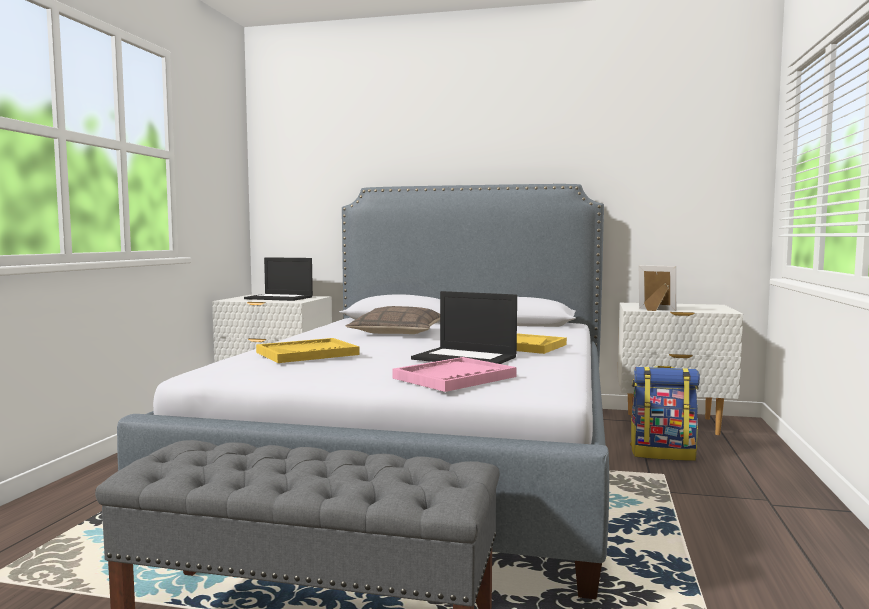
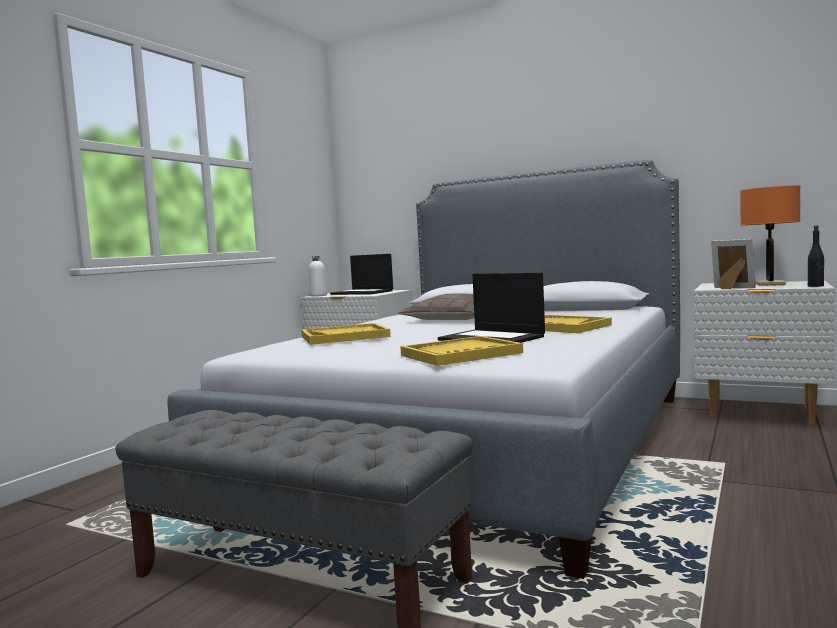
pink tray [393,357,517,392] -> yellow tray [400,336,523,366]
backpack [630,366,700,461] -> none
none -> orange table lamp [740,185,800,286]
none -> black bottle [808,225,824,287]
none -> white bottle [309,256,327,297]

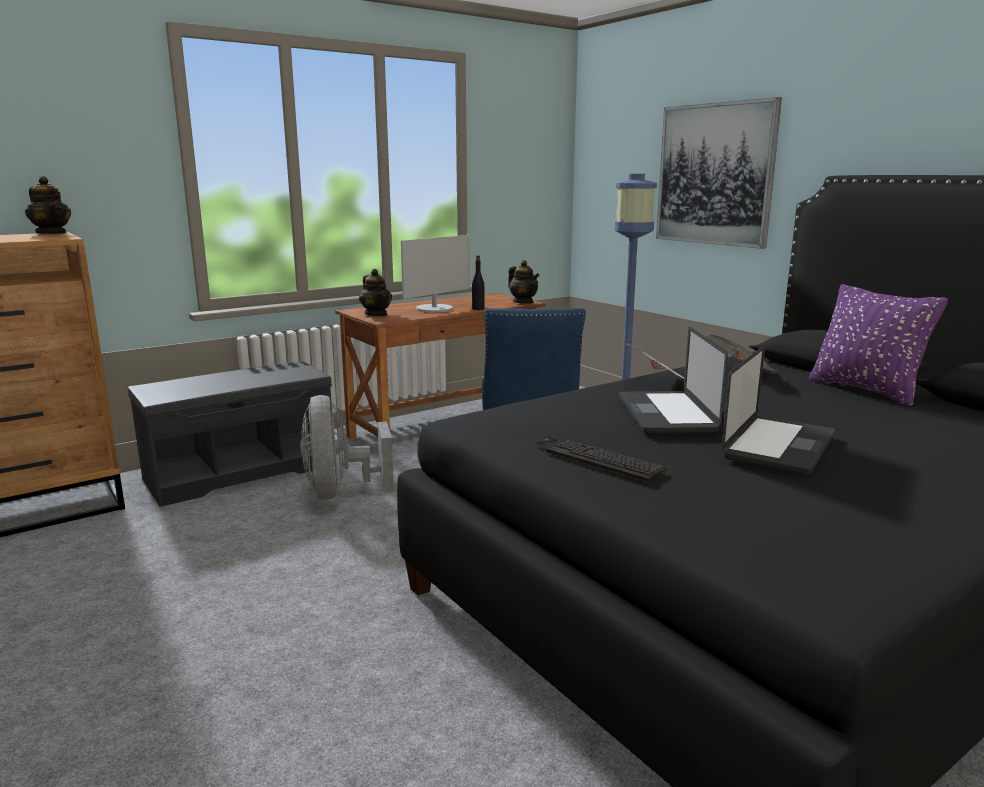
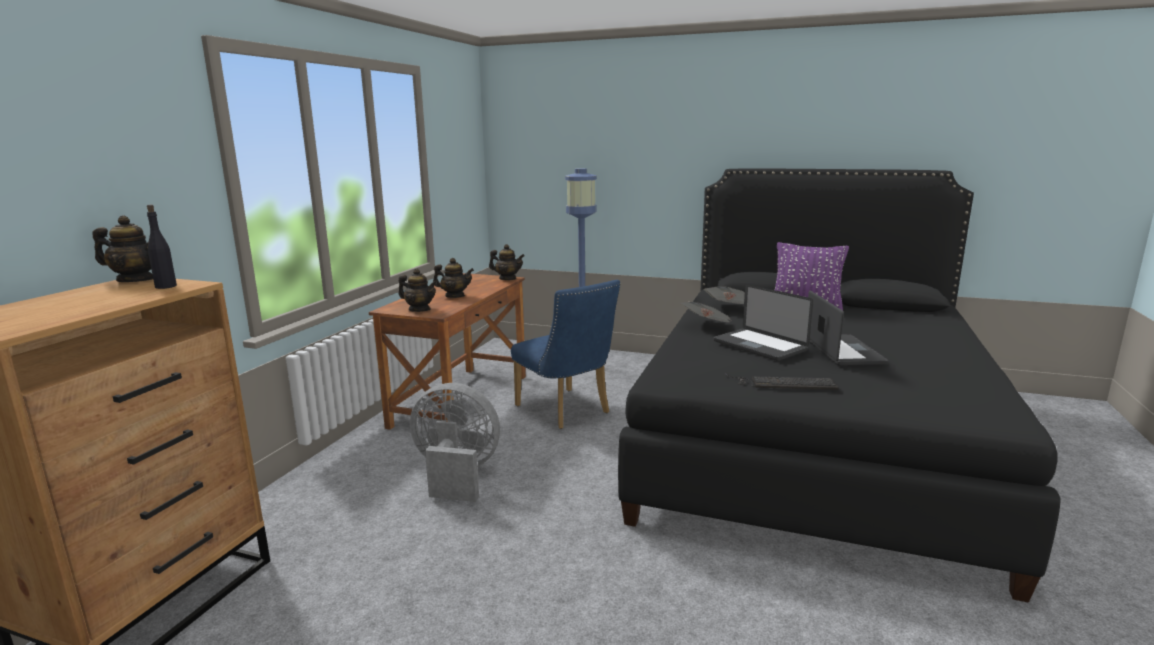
picture [656,97,782,249] -> none
monitor [401,235,470,313] -> teapot [433,258,474,298]
black bottle [472,256,484,310] -> black bottle [147,205,177,289], move
grey bench [128,361,334,507] -> none
grey fan [300,395,394,499] -> grey fan [410,383,500,502], 150 degrees clockwise

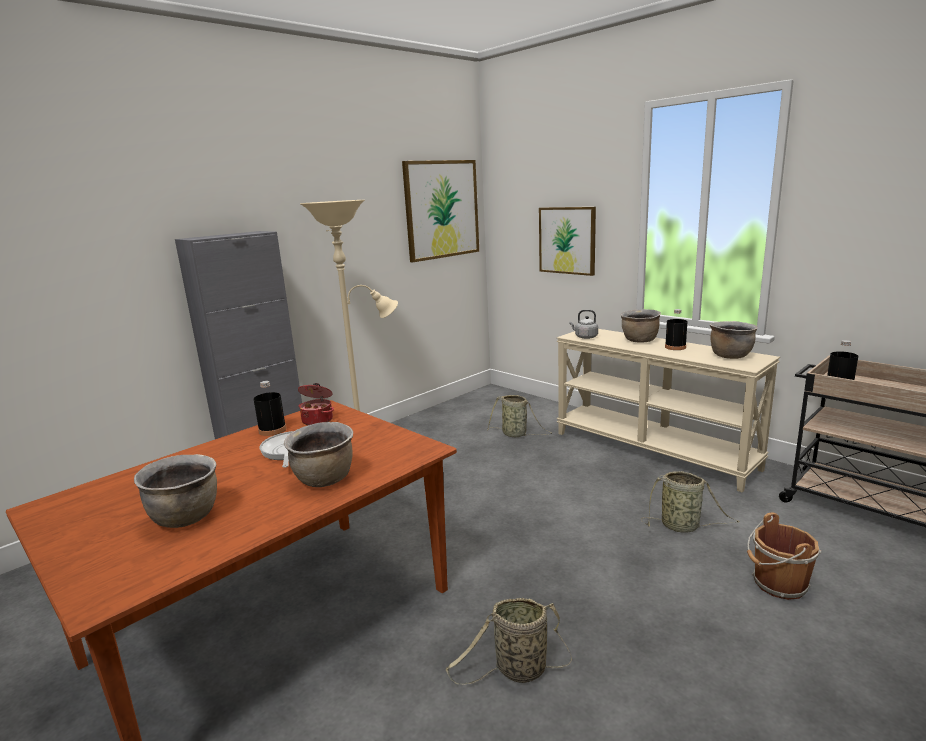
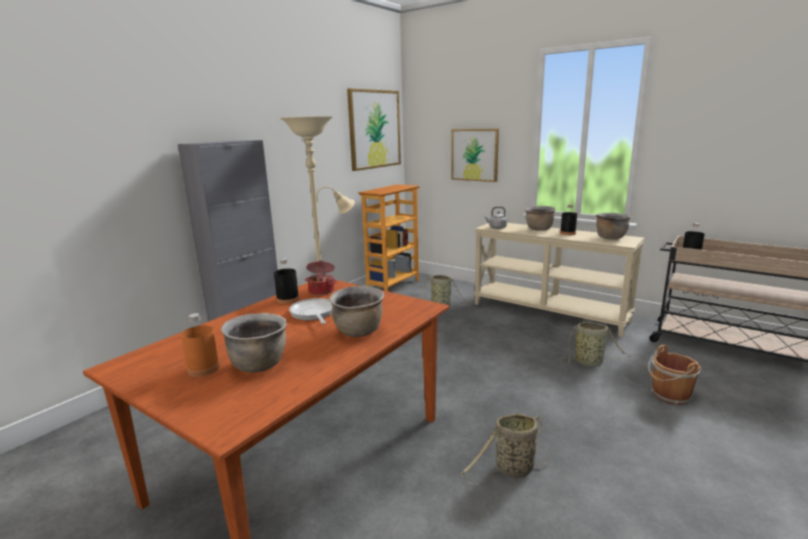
none -> bookcase [358,184,420,291]
none -> orange bottle [181,313,220,377]

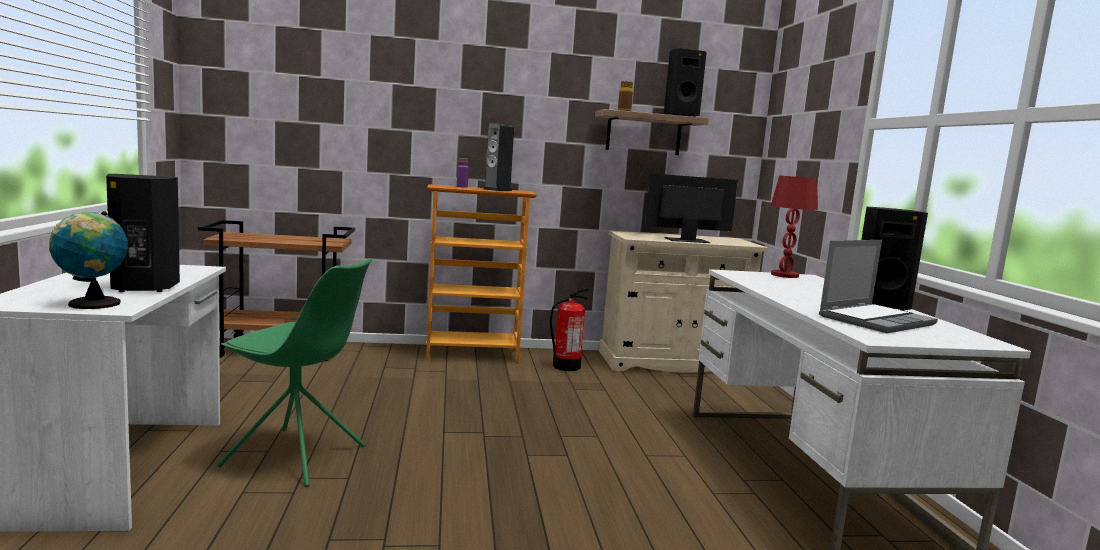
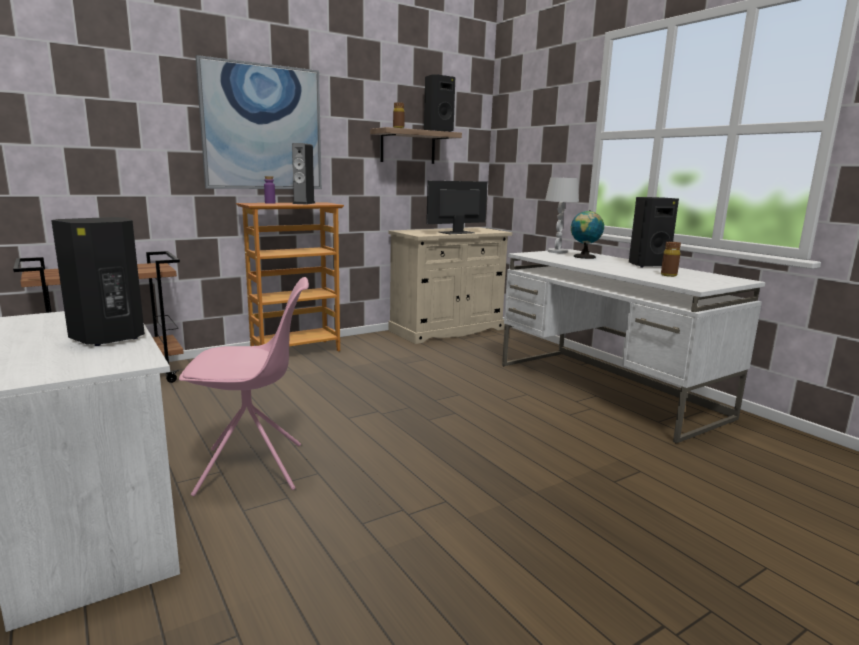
red table lamp [771,176,818,278] -> white table lamp [545,177,579,253]
globe [49,211,128,309] -> globe [571,210,604,259], move
laptop [819,240,938,333] -> brown bottle [661,242,681,277]
green chair [217,258,372,487] -> pink chair [179,277,309,496]
fire extinguisher [550,289,589,371] -> none
none -> picture [195,55,322,189]

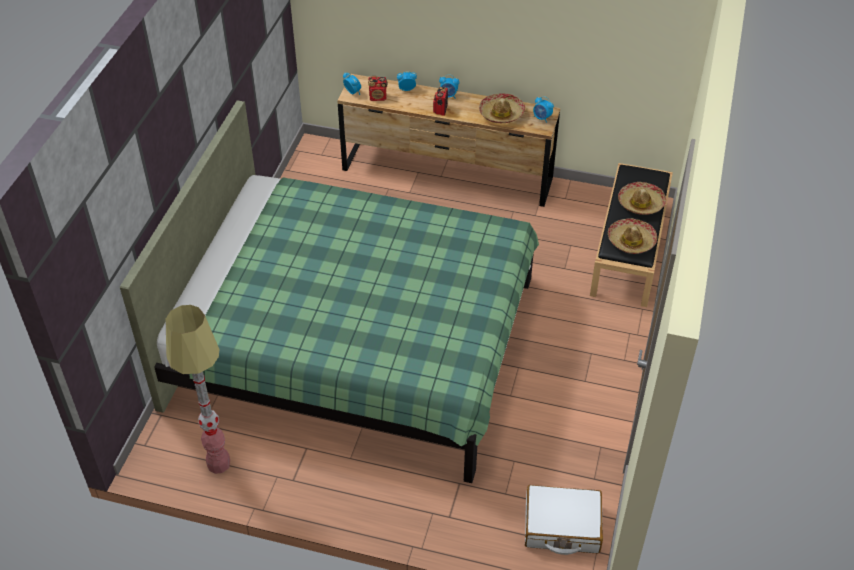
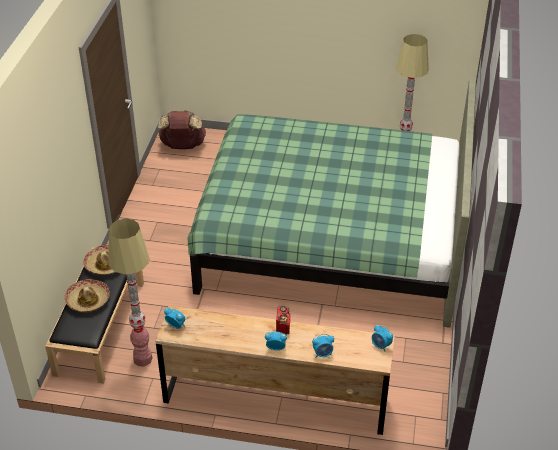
radio [368,76,387,101] -> none
hat [479,93,525,123] -> none
white suitcase [525,485,603,555] -> brown backpack [158,110,206,149]
none -> floor lamp [108,218,152,367]

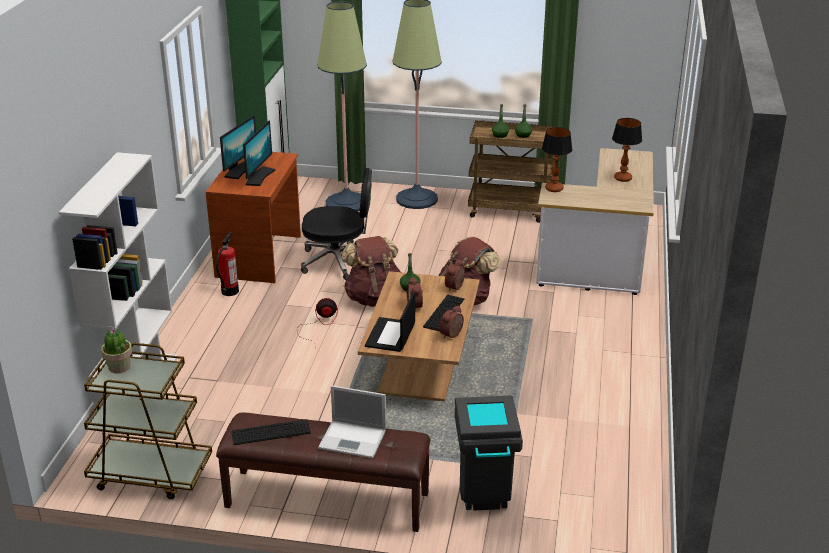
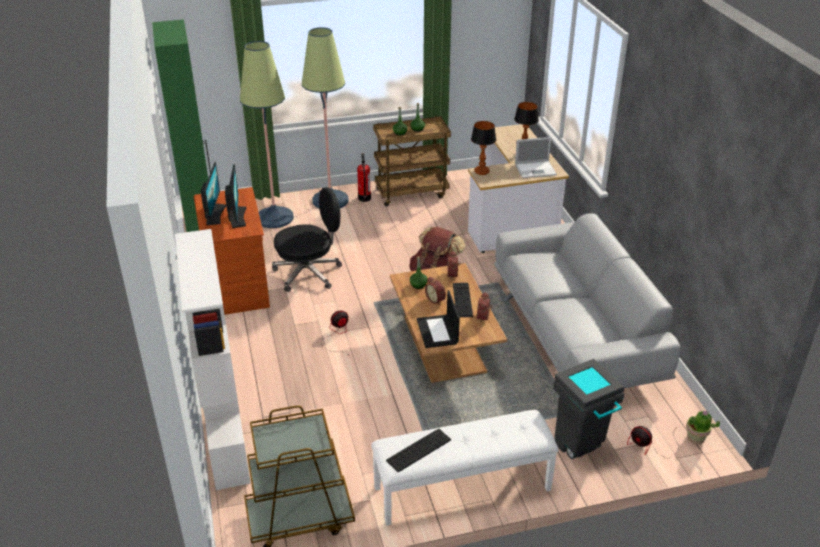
fire extinguisher [216,232,239,296] -> fire extinguisher [357,153,371,202], move
brown backpack [341,236,401,307] -> none
potted plant [101,328,132,373] -> potted plant [686,410,720,444], move
laptop [318,385,386,458] -> laptop [515,137,557,178], move
brown bench [216,412,430,532] -> white bench [371,410,558,526]
none -> grey sofa [494,213,680,388]
none -> fan [627,426,679,458]

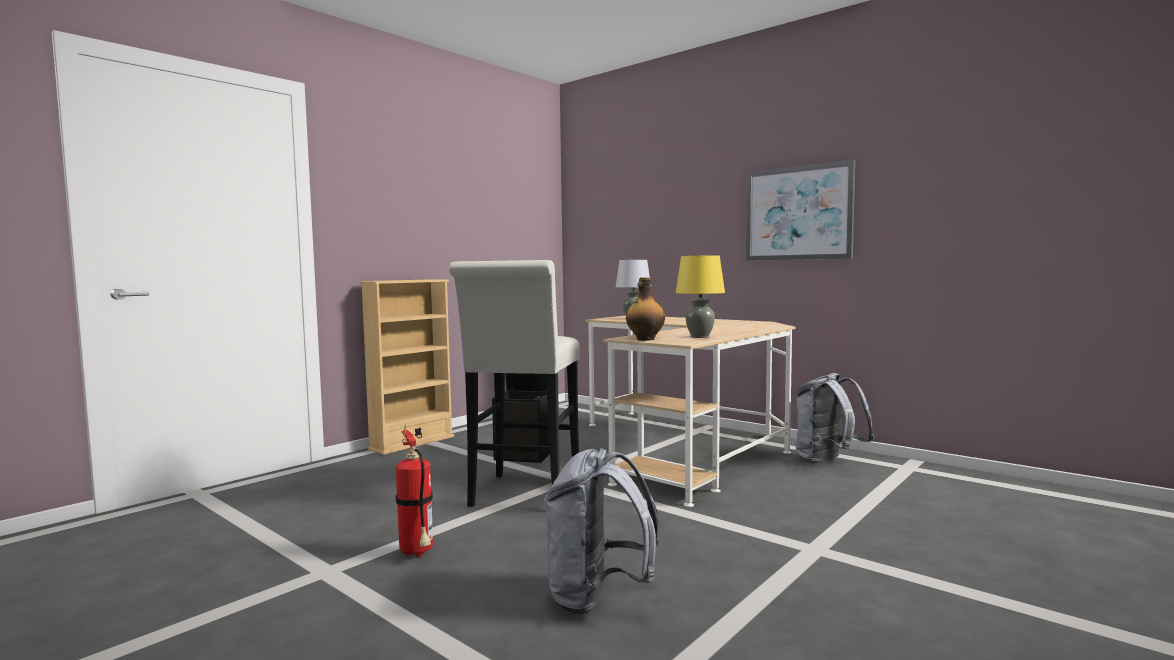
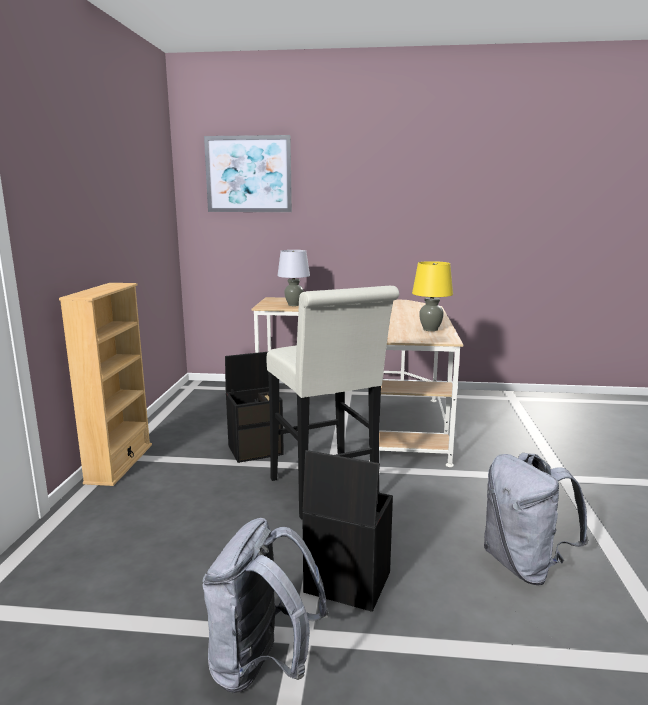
picture [746,160,855,261] -> picture [204,135,292,212], move
bottle [626,277,665,341] -> none
grey backpack [796,373,875,463] -> grey backpack [202,518,329,693], move
fire extinguisher [396,425,433,557] -> black storage box [302,450,393,612]

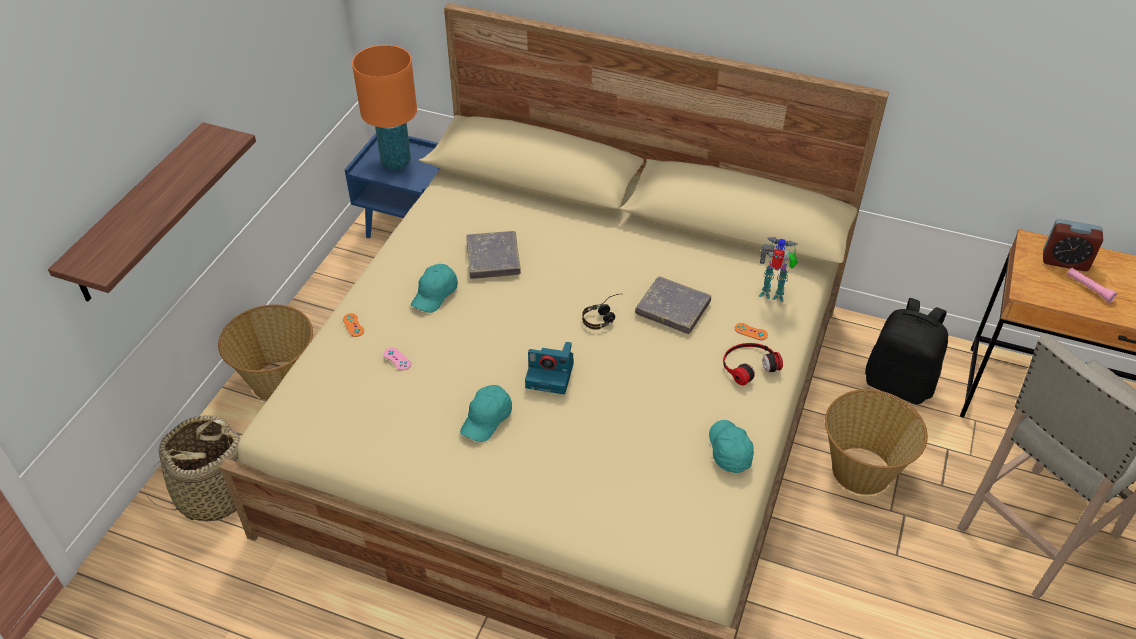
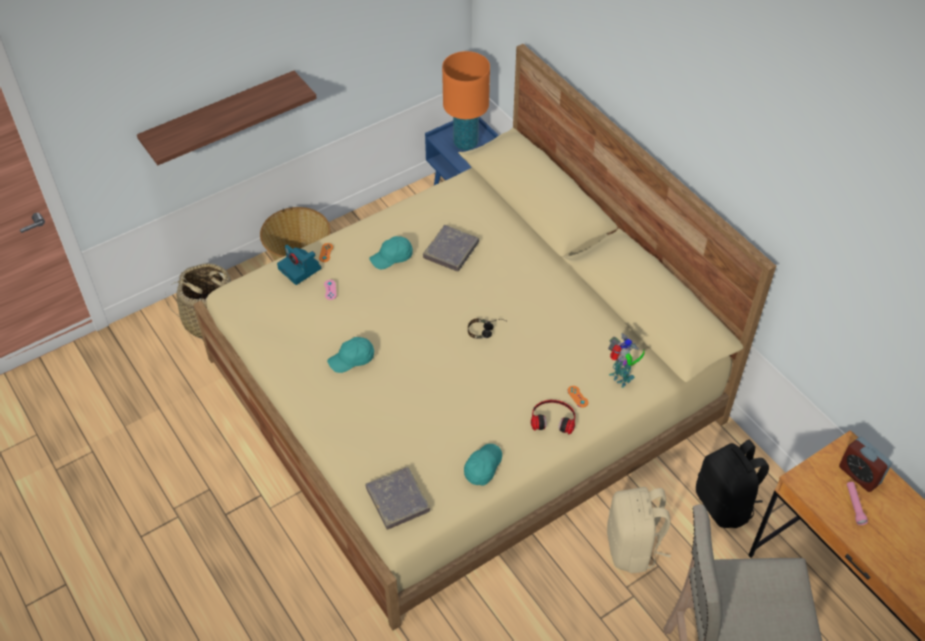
grey book [635,276,711,334] -> grey book [366,467,430,530], move
photo camera [525,342,574,394] -> photo camera [277,244,321,285], move
basket [825,389,928,495] -> beige backpack [607,487,671,573]

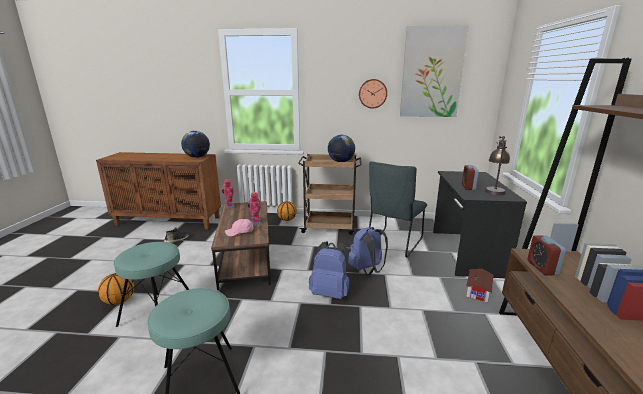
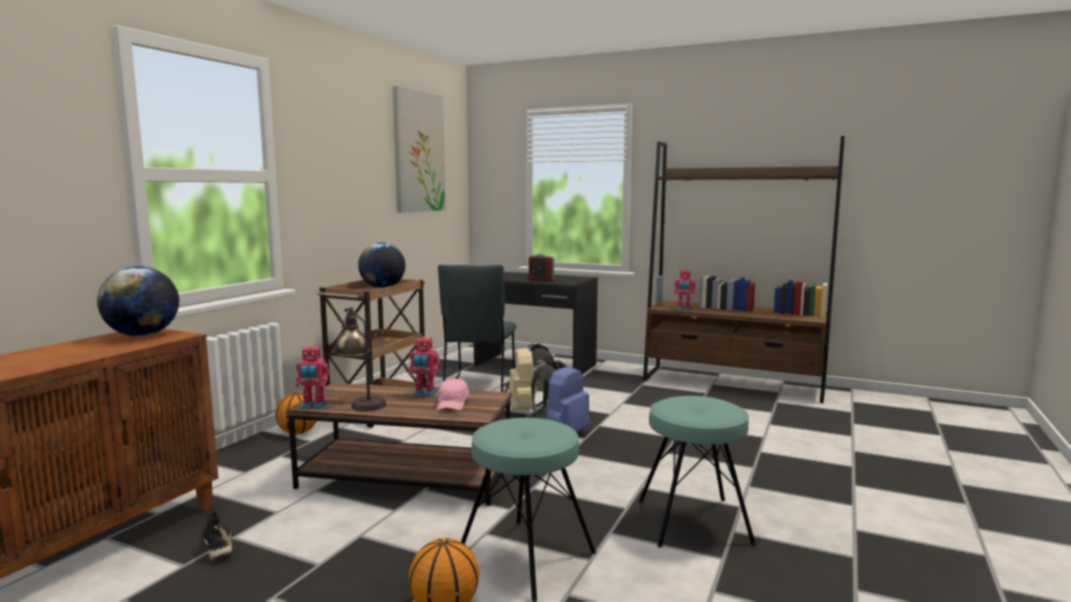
wall clock [359,79,387,109] -> none
table lamp [485,136,510,195] -> table lamp [334,307,387,412], move
grey chair [369,161,427,258] -> grey chair [438,265,516,392], 45 degrees clockwise
blue backpack [348,227,388,275] -> beige backpack [509,343,555,412]
alarm clock [528,235,566,275] -> toy robot [674,269,696,311]
toy house [466,269,494,302] -> none

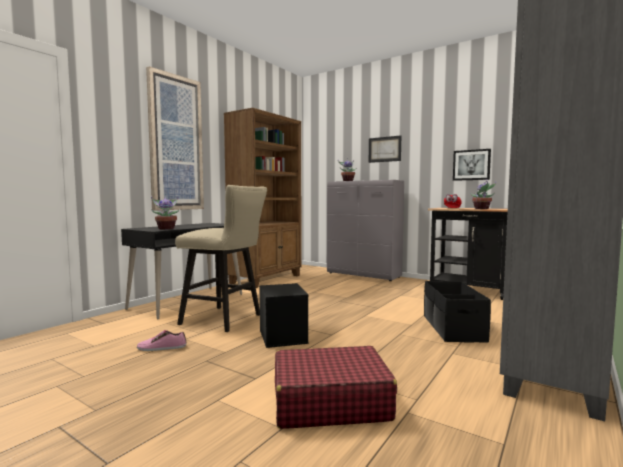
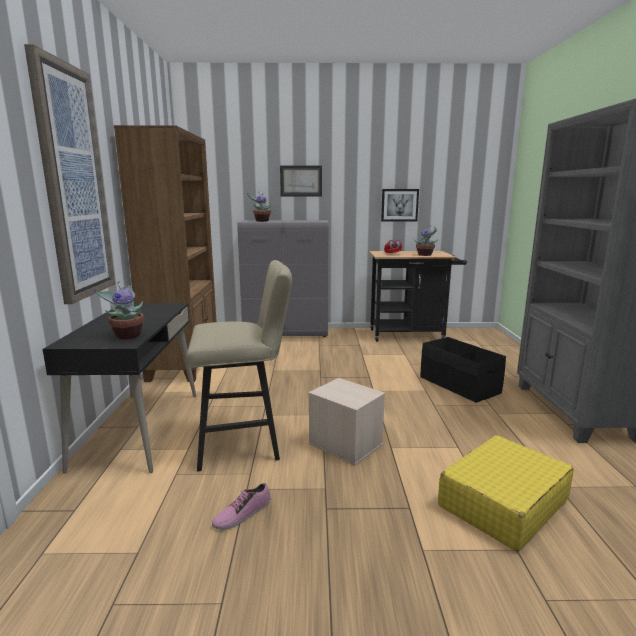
black storage box [259,283,309,348] -> beige storage box [308,378,385,465]
red suitcase [275,346,397,429] -> yellow suitcase [438,435,574,551]

